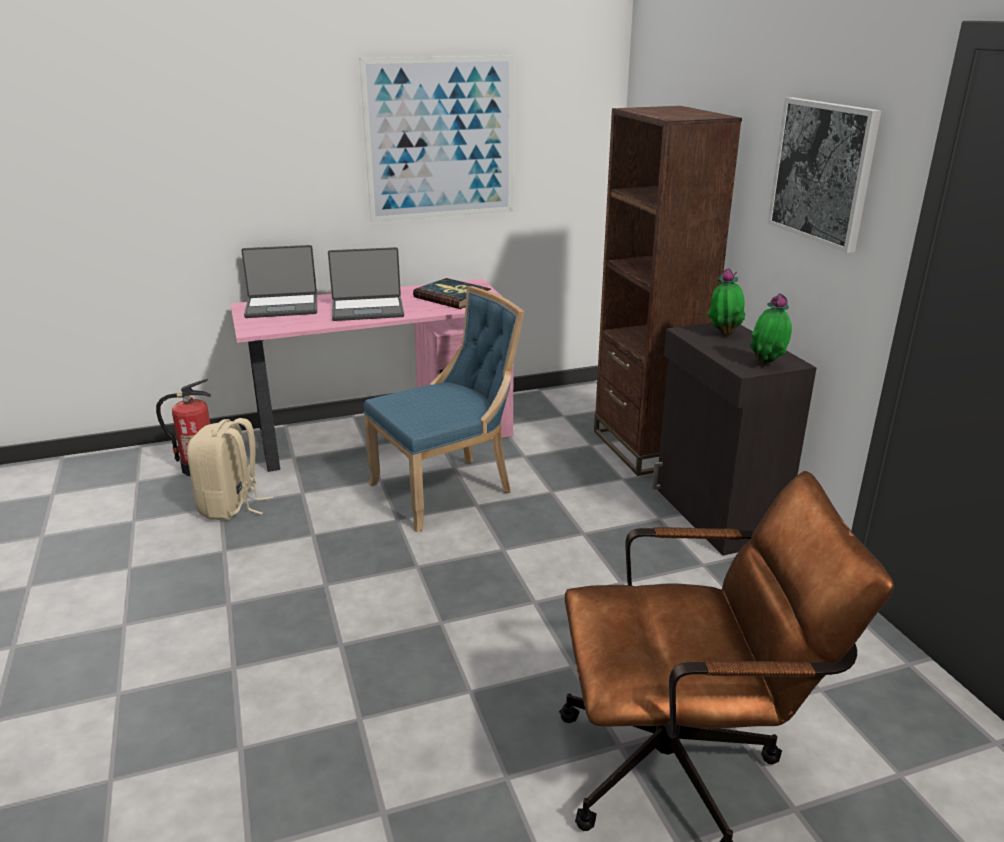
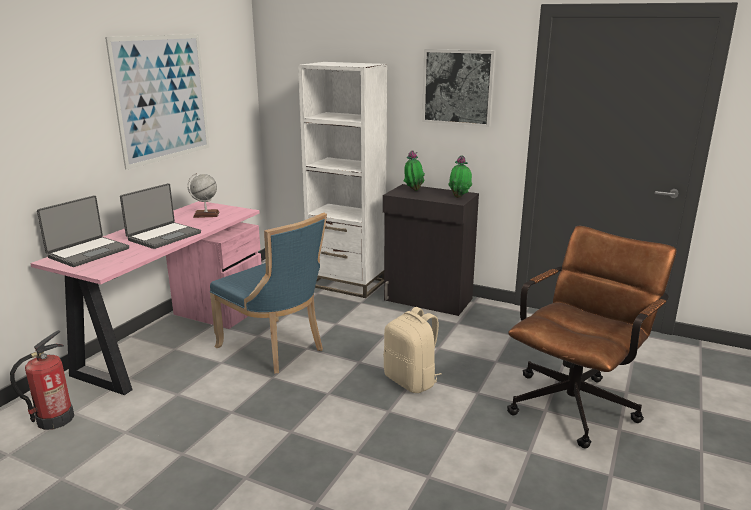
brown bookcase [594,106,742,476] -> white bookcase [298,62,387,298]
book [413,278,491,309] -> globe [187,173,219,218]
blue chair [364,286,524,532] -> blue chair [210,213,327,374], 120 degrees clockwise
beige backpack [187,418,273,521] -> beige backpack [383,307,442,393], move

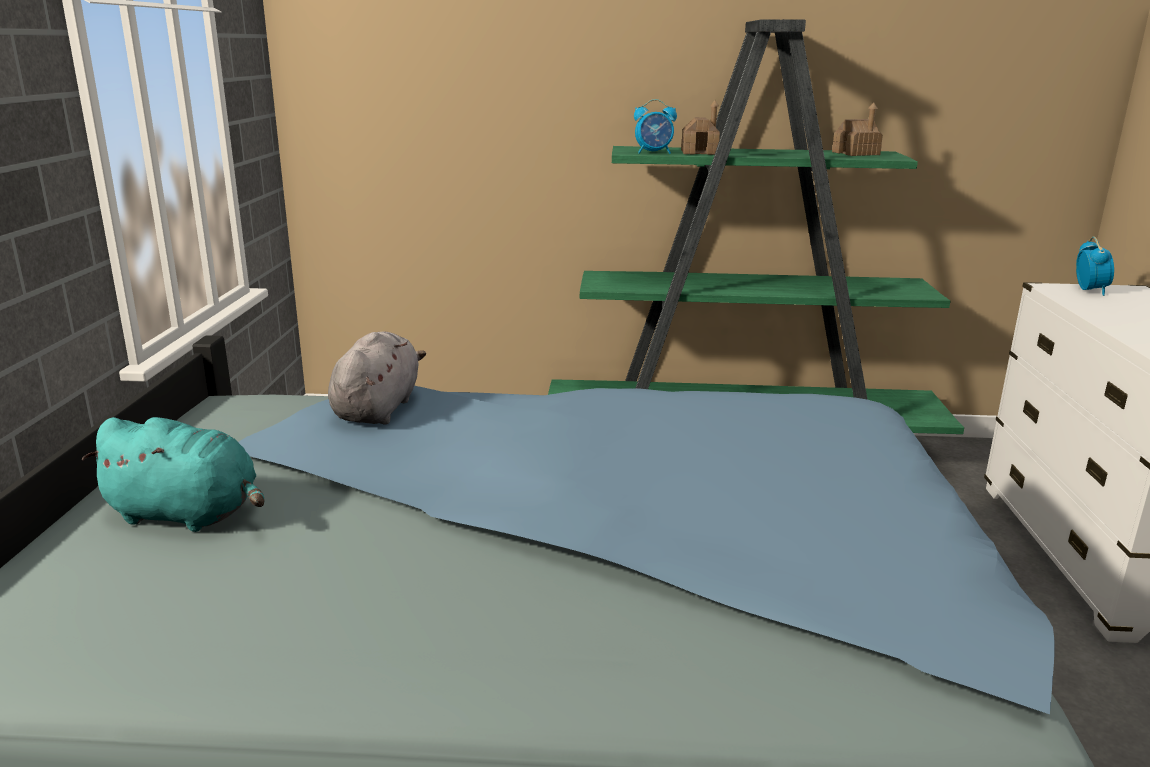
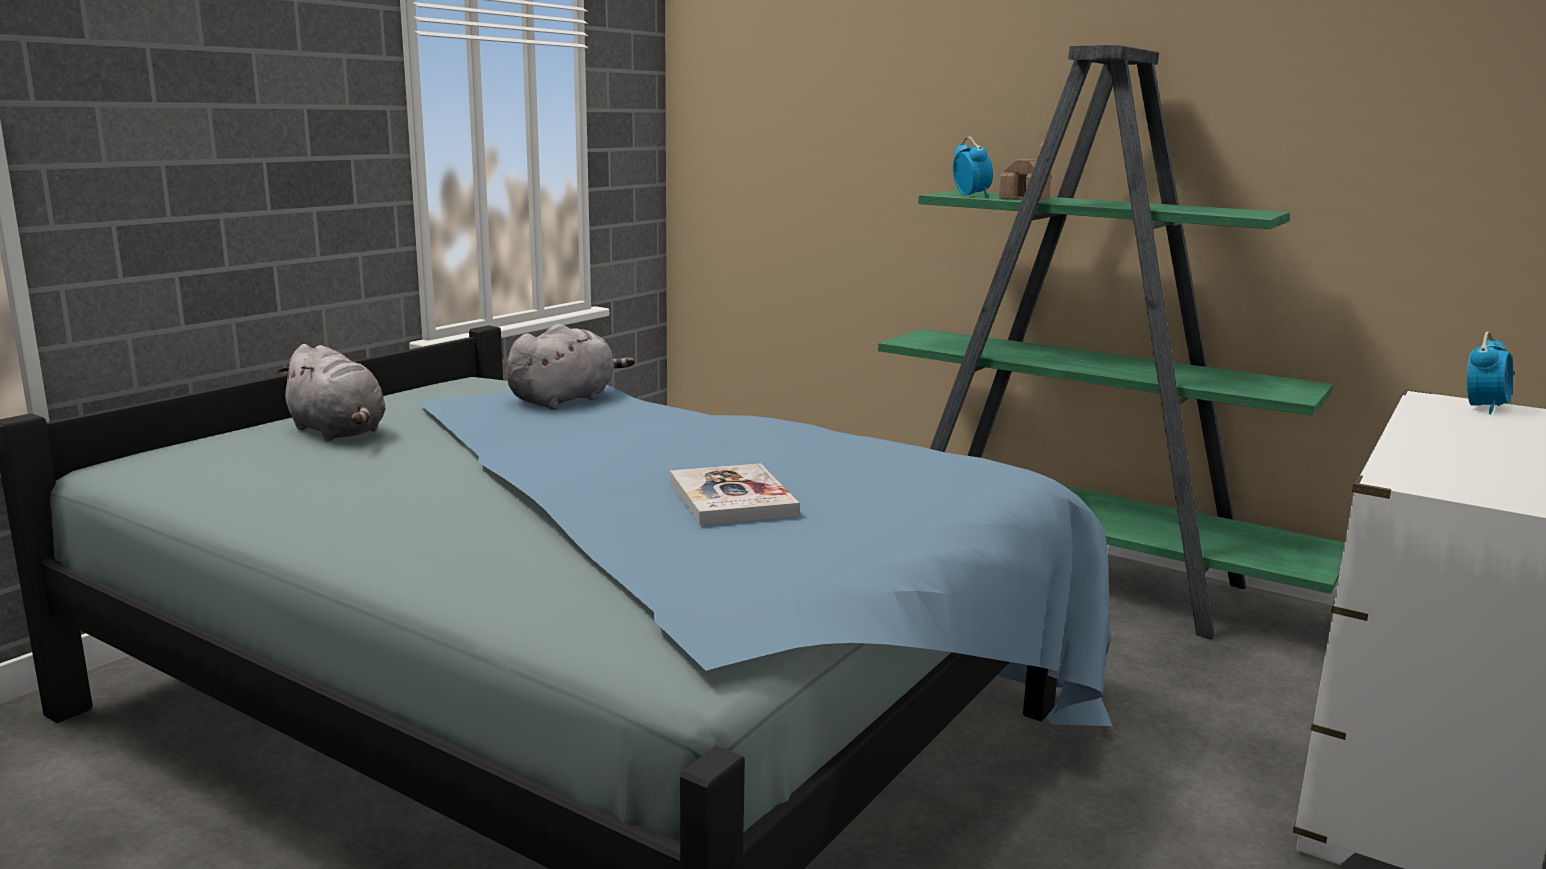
alarm clock [634,99,677,154] -> alarm clock [953,137,993,198], 135 degrees counterclockwise
toy house [832,102,883,156] -> none
turquoise plush toy [81,417,265,532] -> grey plush toy [277,344,386,441]
none -> book [670,464,800,525]

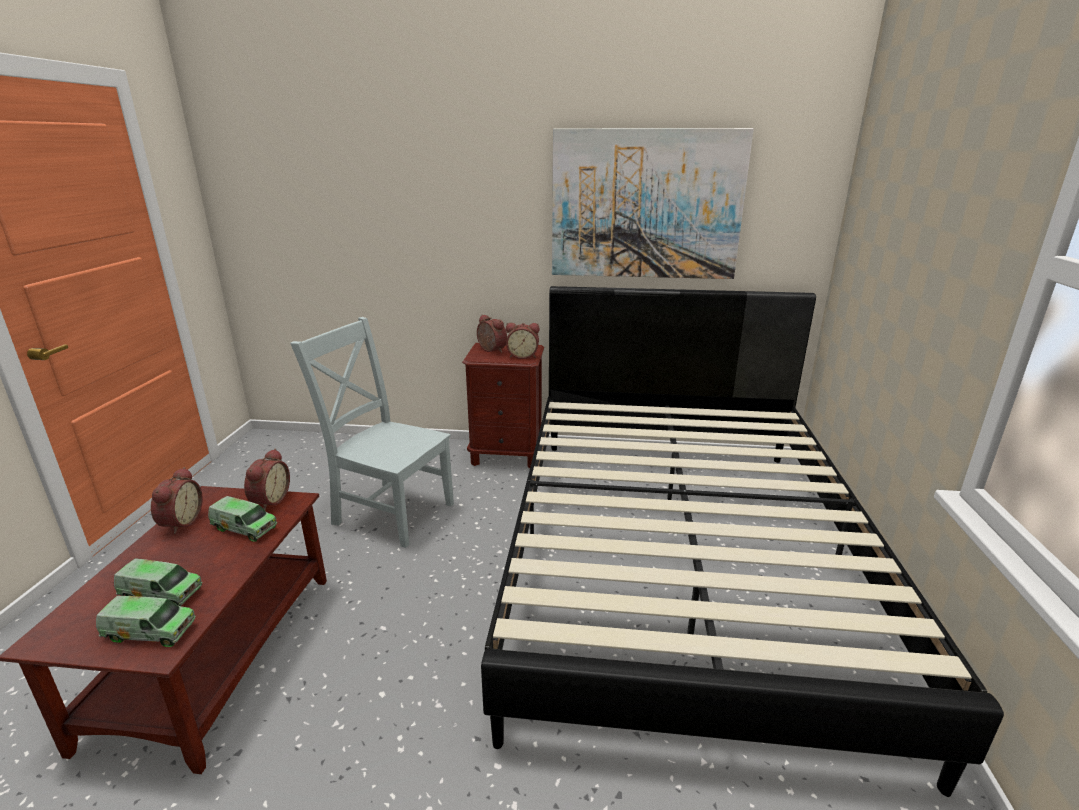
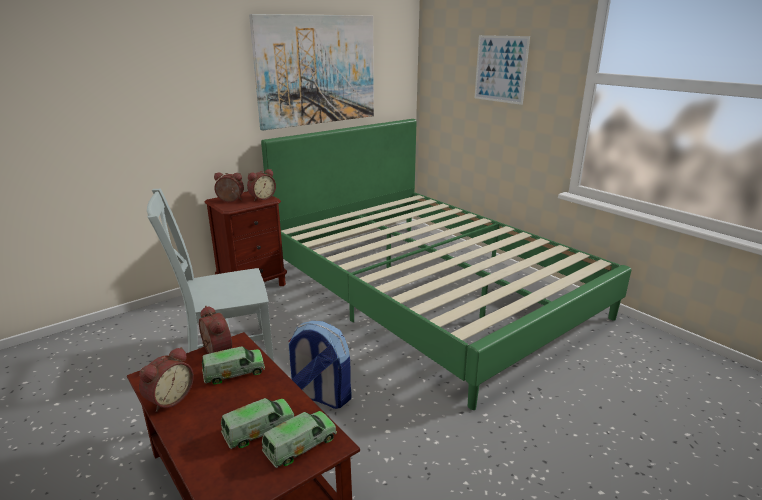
black bed [481,286,1004,797] -> green bed [261,119,631,410]
alarm clock [151,467,203,534] -> alarm clock [139,347,194,412], 75 degrees clockwise
none -> picture [475,35,530,105]
none -> backpack [288,321,352,409]

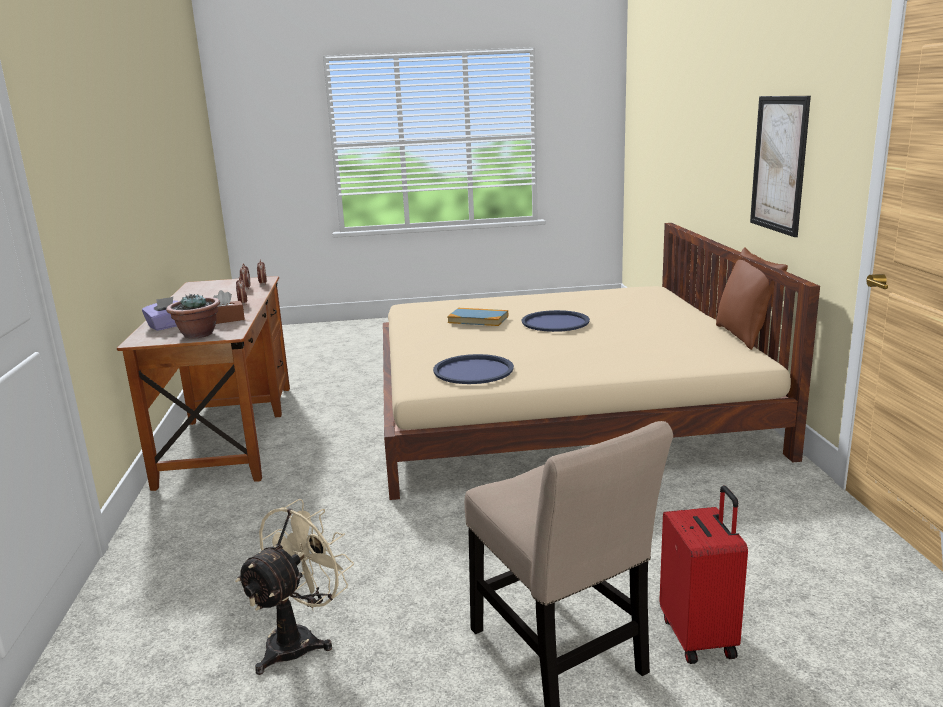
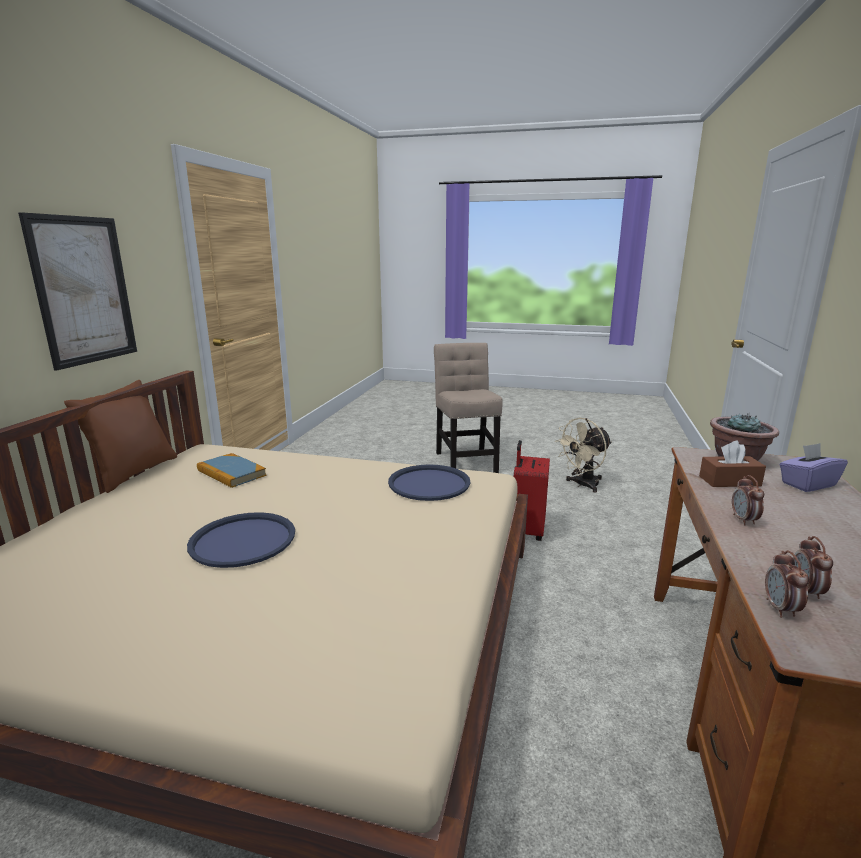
book [447,308,508,326] -> book [197,453,267,488], move
red suitcase [659,485,748,664] -> red suitcase [514,440,550,541], move

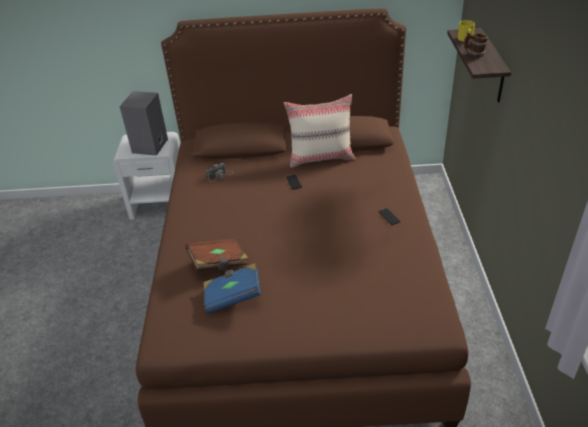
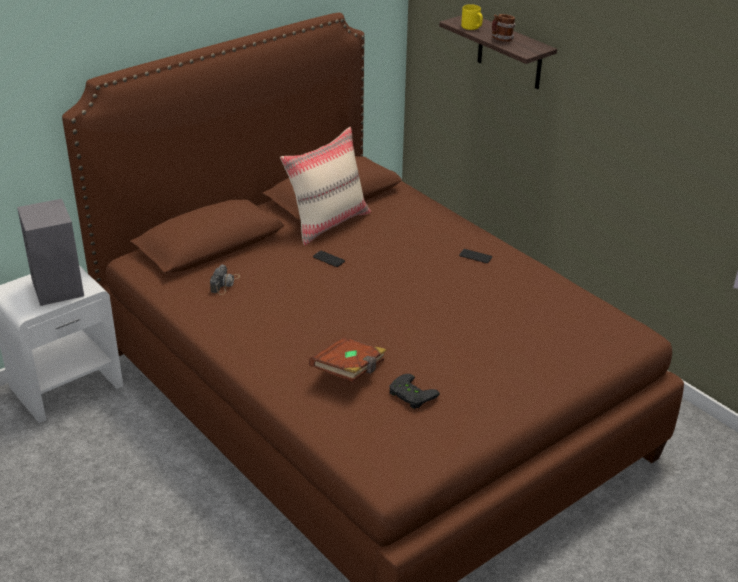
blue book [204,263,261,314] -> black game controller [389,374,440,409]

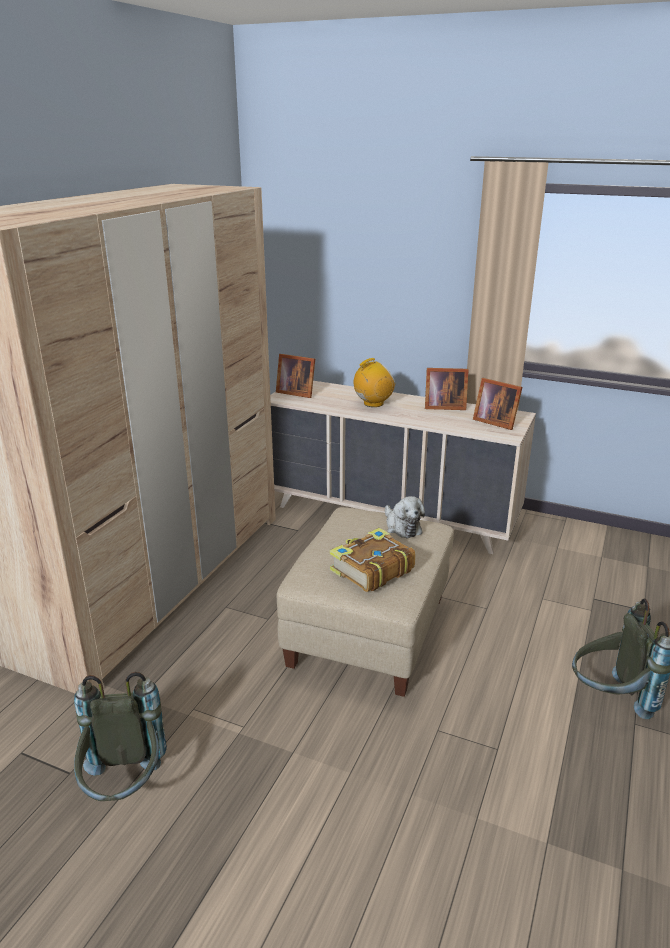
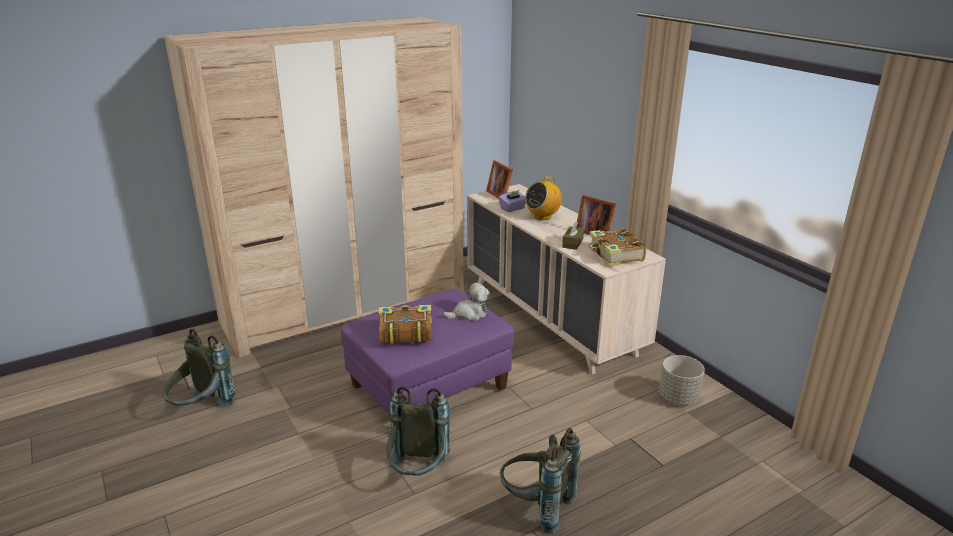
radio [354,358,395,407] -> radio [525,176,562,220], 135 degrees clockwise
picture frame [473,378,523,430] -> book [588,229,646,267]
plush toy [385,496,425,538] -> plush toy [443,282,490,321], 120 degrees counterclockwise
beige ottoman [277,507,454,697] -> purple ottoman [341,289,514,416]
none -> purple tissue box [499,190,526,212]
none -> brown tissue box [562,222,584,250]
none -> grey planter [659,355,705,405]
none -> grey backpack [386,386,450,476]

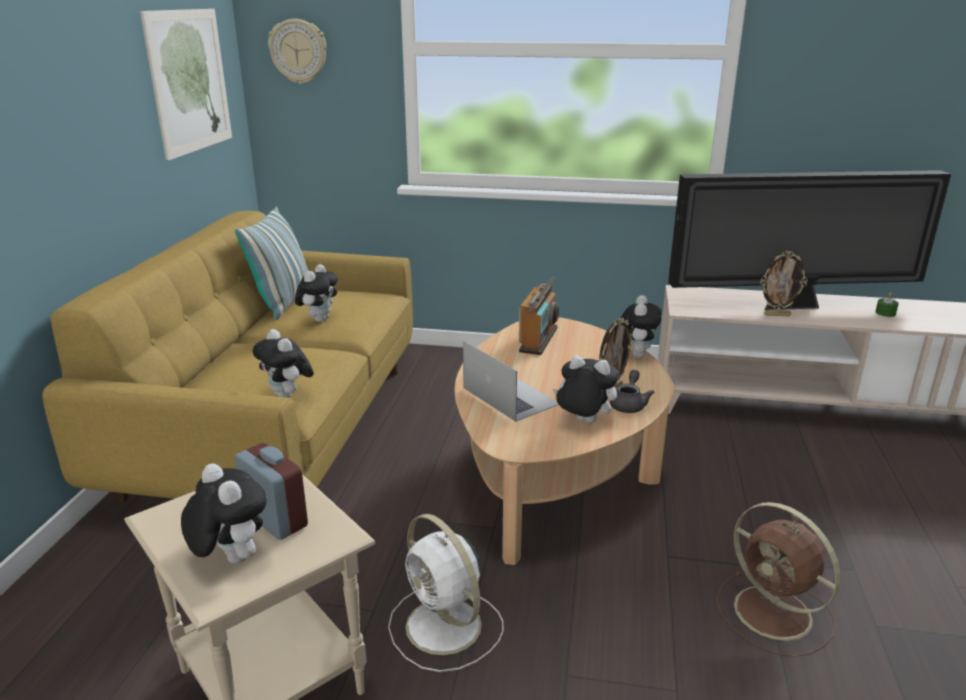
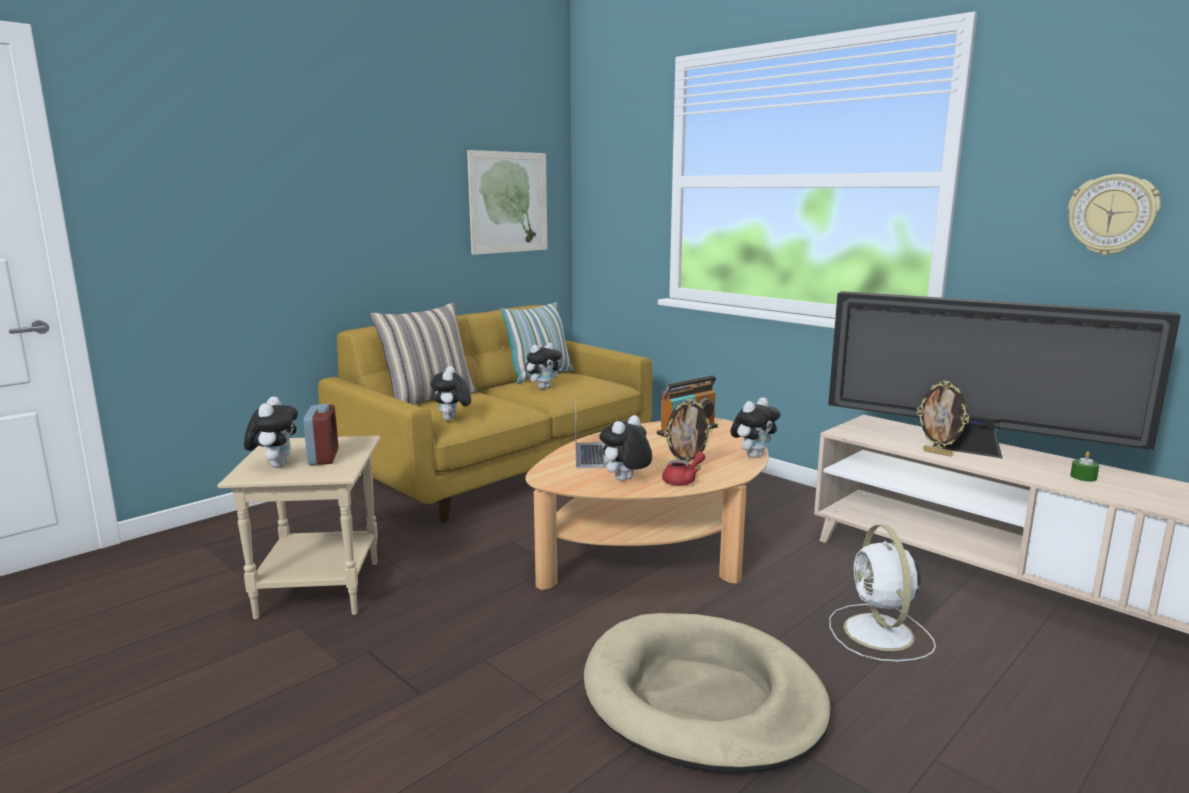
wall clock [268,19,326,84] -> wall clock [1068,174,1161,255], move
plush toy [553,355,619,423] -> plush toy [599,415,652,481], 105 degrees counterclockwise
grey teapot [610,370,655,413] -> red teapot [662,452,705,486]
brown fan [716,502,840,657] -> beige dog bed [584,613,831,773]
white fan [388,514,504,672] -> white fan [829,525,936,662], move
none -> pillow [370,303,477,405]

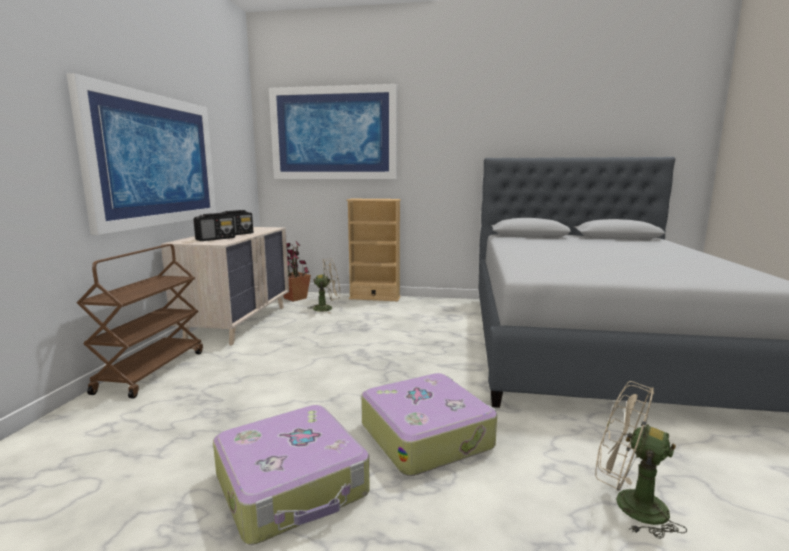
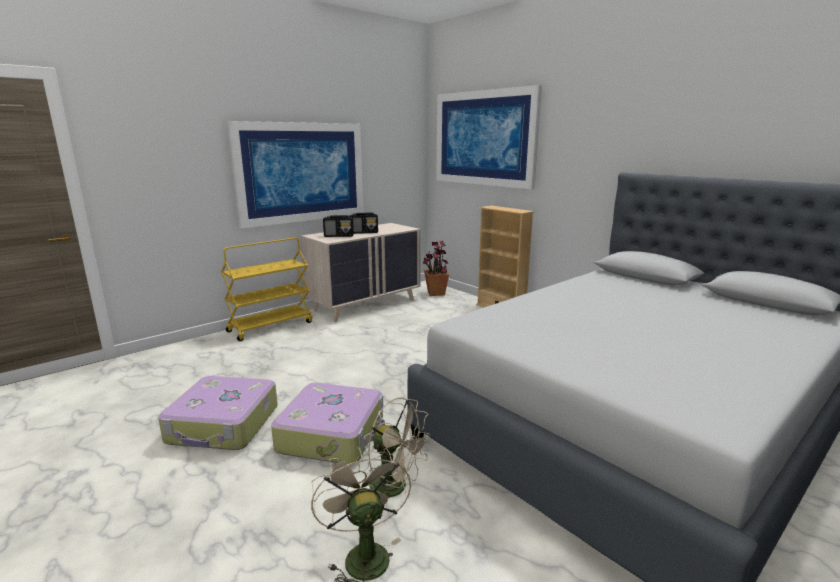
brown cart [77,244,203,399] -> yellow cart [221,238,313,341]
beige fan [308,258,340,314] -> beige fan [368,398,431,506], move

